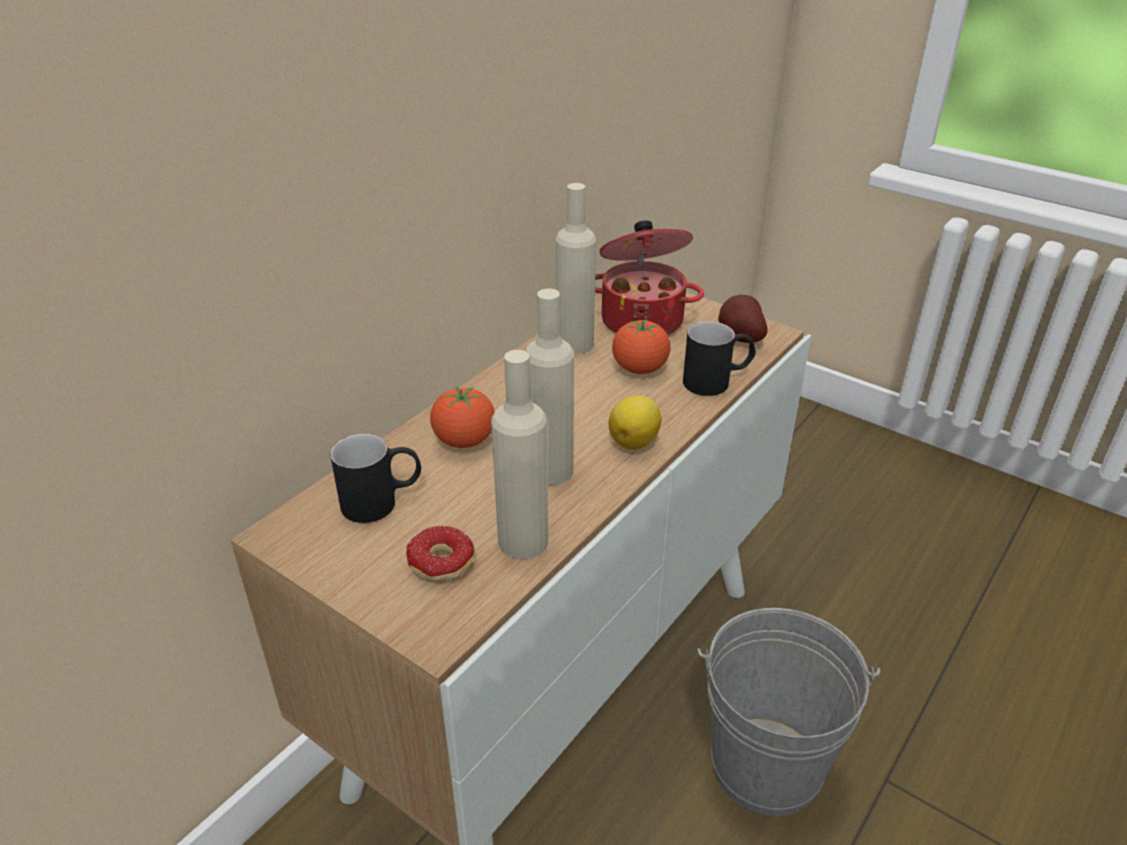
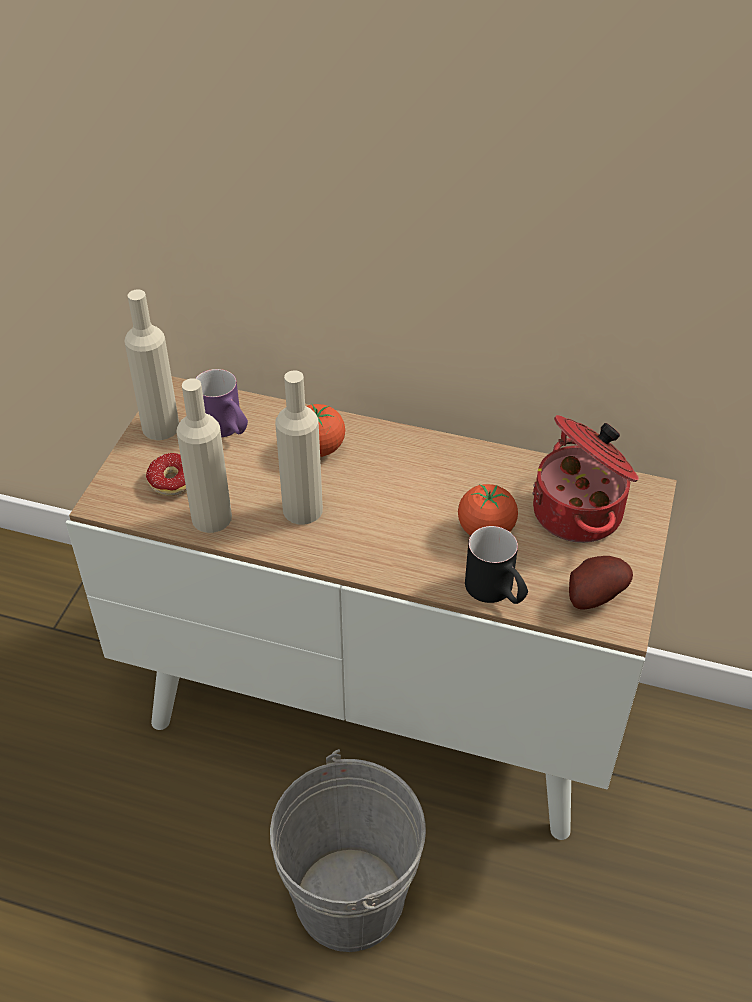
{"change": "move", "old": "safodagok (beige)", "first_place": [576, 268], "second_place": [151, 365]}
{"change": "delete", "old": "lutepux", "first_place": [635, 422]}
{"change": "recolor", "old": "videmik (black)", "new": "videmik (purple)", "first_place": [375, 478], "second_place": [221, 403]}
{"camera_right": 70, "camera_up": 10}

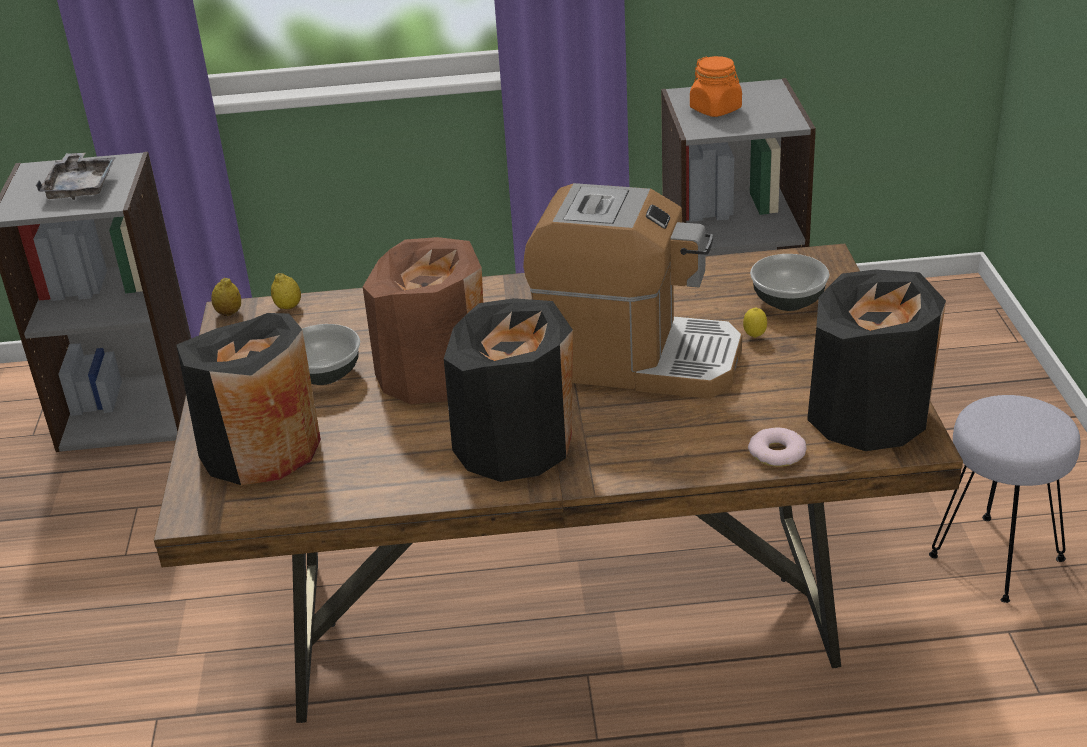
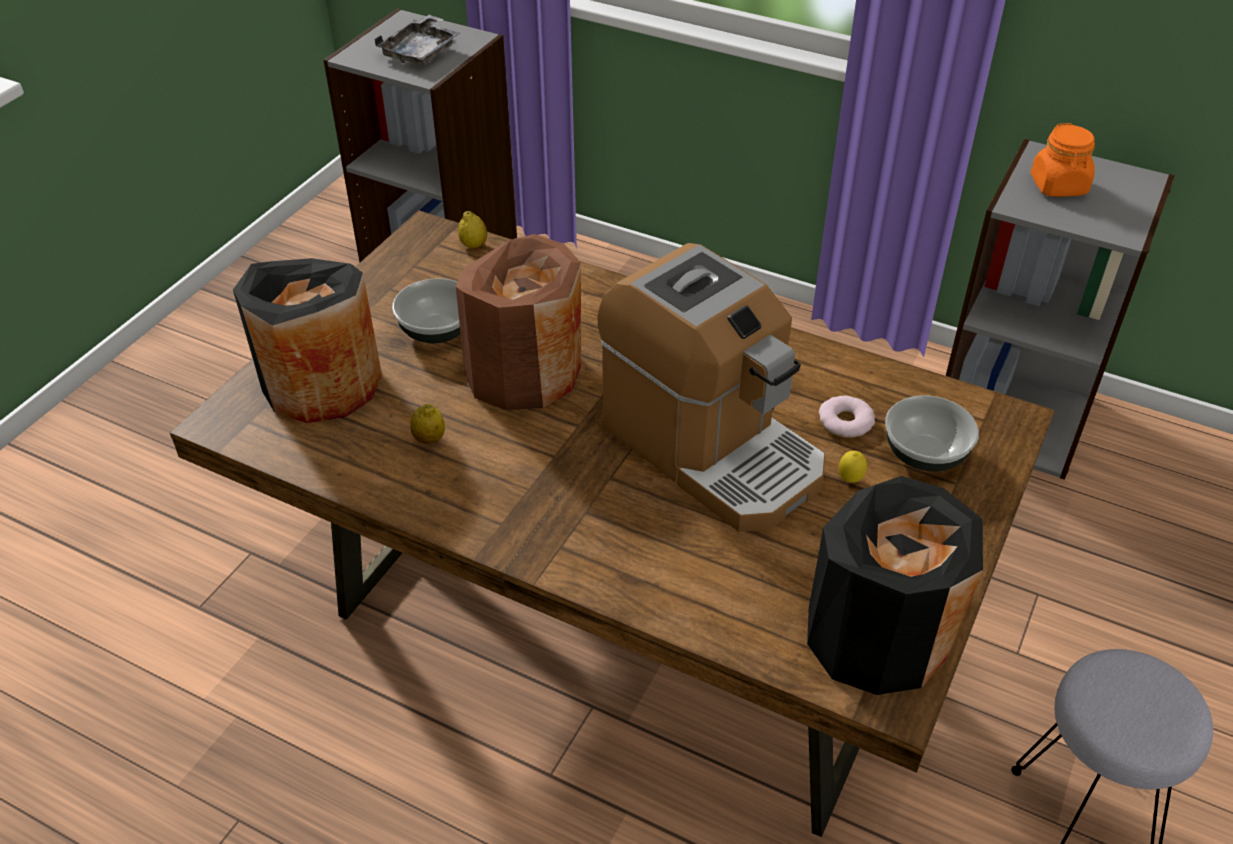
{"change": "move", "old": "lutepux", "first_place": [226, 297], "second_place": [427, 424]}
{"change": "delete", "old": "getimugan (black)", "first_place": [508, 390]}
{"change": "move", "old": "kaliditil", "first_place": [777, 447], "second_place": [847, 417]}
{"camera_right": 30, "camera_up": 10}

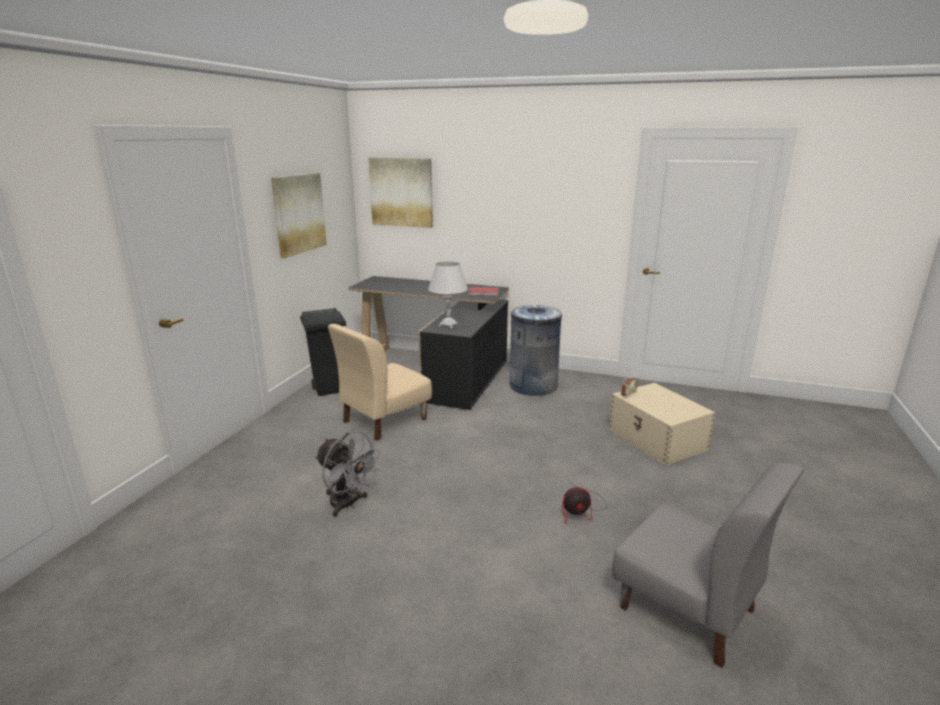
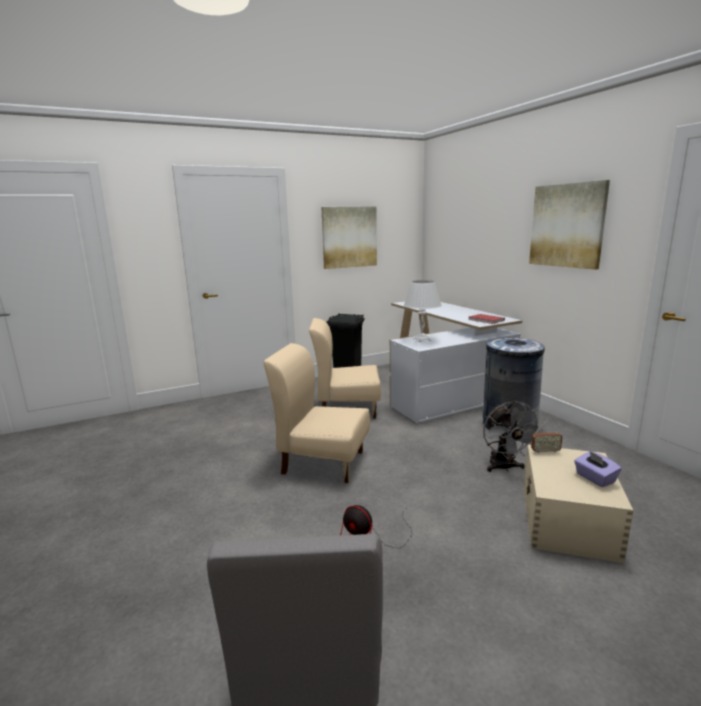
{"change": "move", "old": "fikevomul", "first_place": [400, 192], "second_place": [569, 225]}
{"change": "recolor", "old": "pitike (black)", "new": "pitike (white)", "first_place": [428, 343], "second_place": [456, 362]}
{"change": "move", "old": "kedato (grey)", "first_place": [348, 474], "second_place": [513, 436]}
{"change": "insert", "new": "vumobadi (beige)", "second_place": [317, 413]}
{"change": "insert", "new": "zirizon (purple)", "second_place": [598, 468]}
{"camera_right": 45, "camera_up": -5}

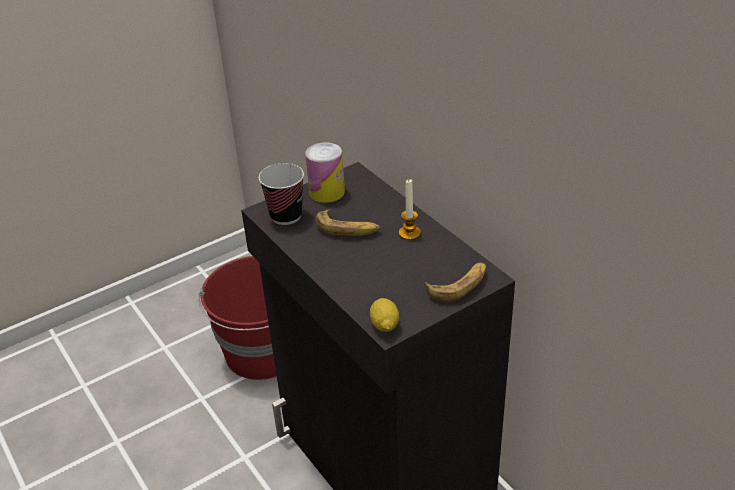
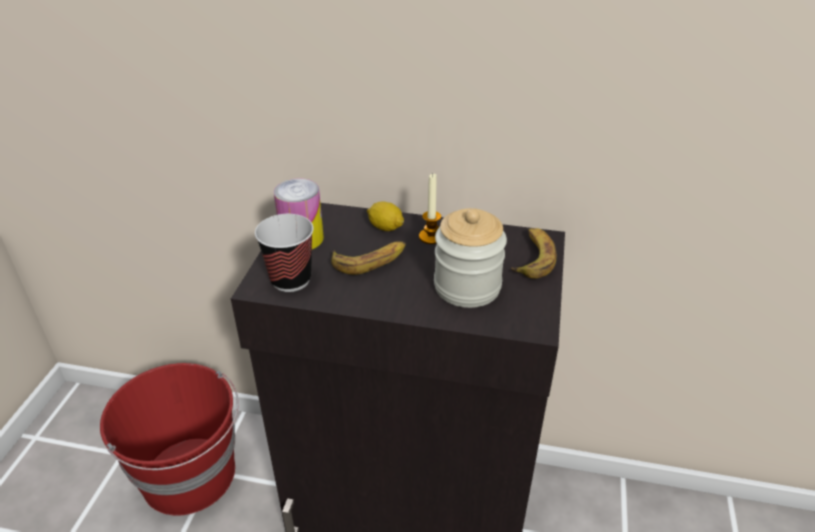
{"change": "move", "old": "lutepux", "first_place": [384, 315], "second_place": [385, 216]}
{"change": "insert", "new": "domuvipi", "second_place": [470, 258]}
{"camera_right": -45, "camera_up": 0}

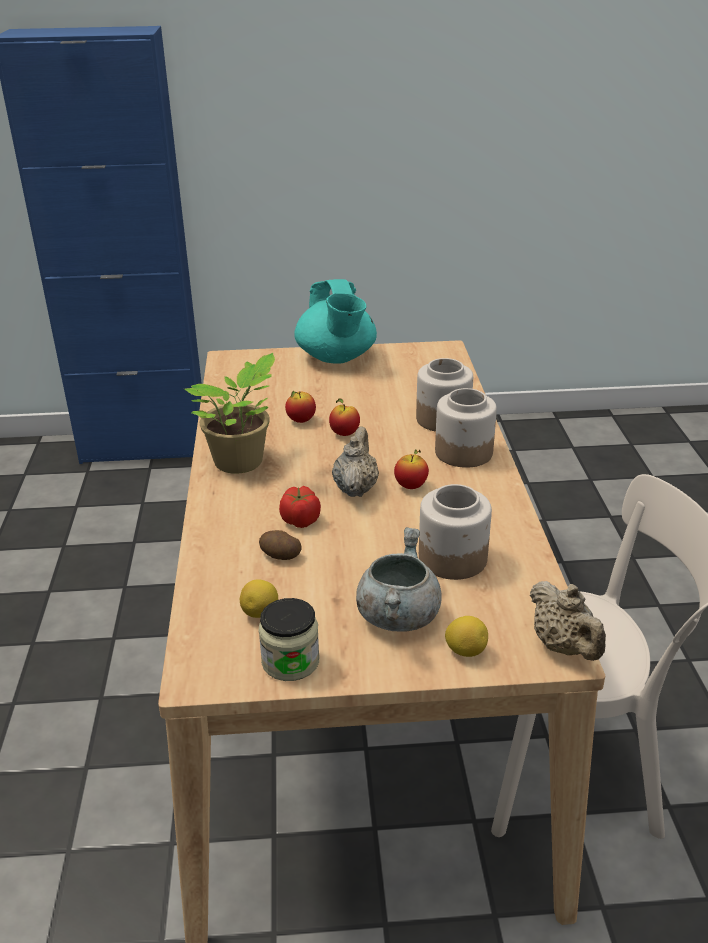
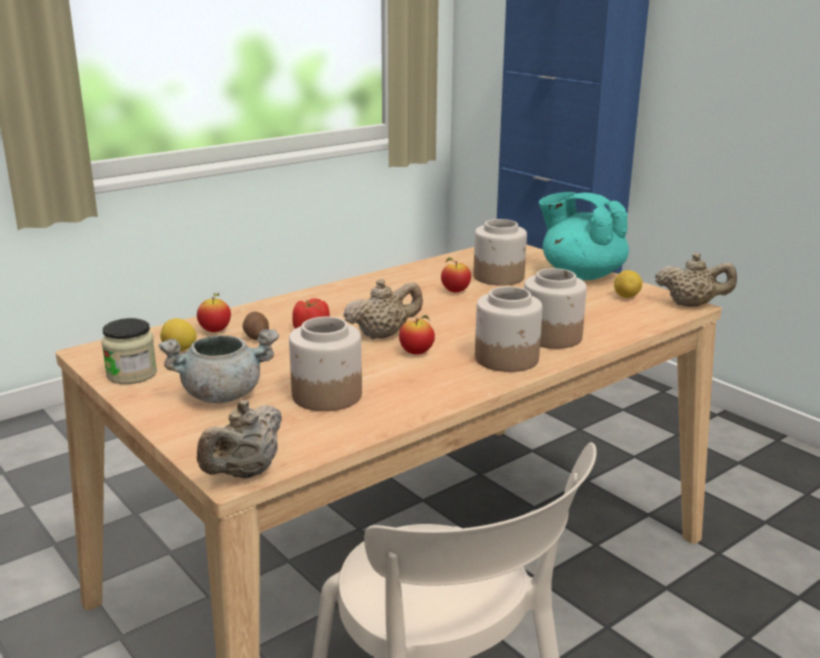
{"change": "rotate", "old": "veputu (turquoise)", "first_place": [335, 321], "second_place": [584, 236], "degrees": 90}
{"change": "delete", "old": "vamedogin", "first_place": [229, 413]}
{"change": "move", "old": "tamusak", "first_place": [344, 417], "second_place": [214, 312]}
{"change": "move", "old": "lutepux", "first_place": [466, 636], "second_place": [628, 284]}
{"change": "insert", "new": "domuvipi", "second_place": [500, 252]}
{"change": "insert", "new": "veputu (beige)", "second_place": [696, 280]}
{"camera_right": 55, "camera_up": -10}

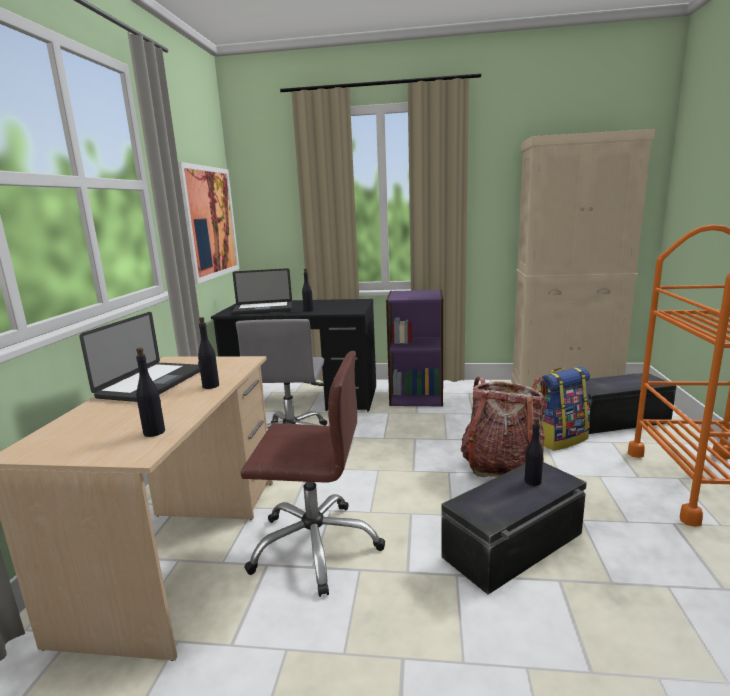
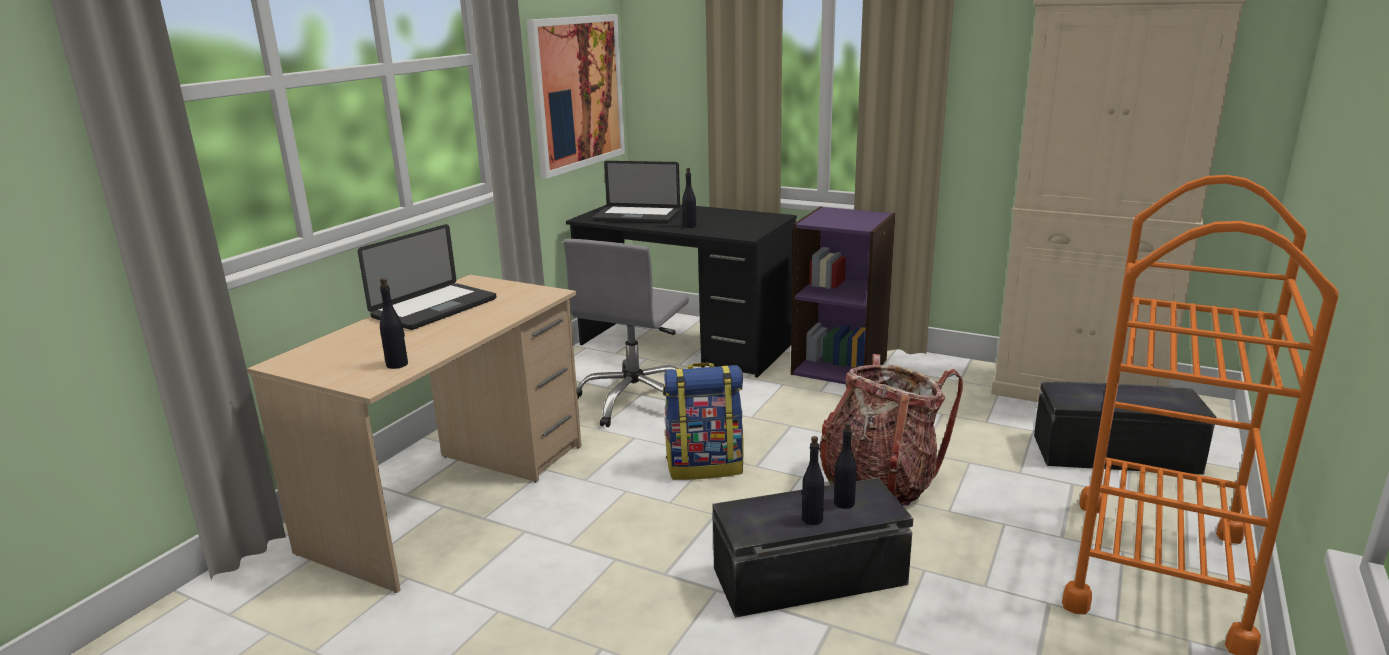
{"change": "move", "old": "safodagok (black)", "first_place": [208, 353], "second_place": [813, 480]}
{"change": "delete", "old": "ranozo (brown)", "first_place": [313, 474]}
{"change": "move", "old": "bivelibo", "first_place": [563, 409], "second_place": [703, 421]}
{"camera_right": 20, "camera_up": 5}

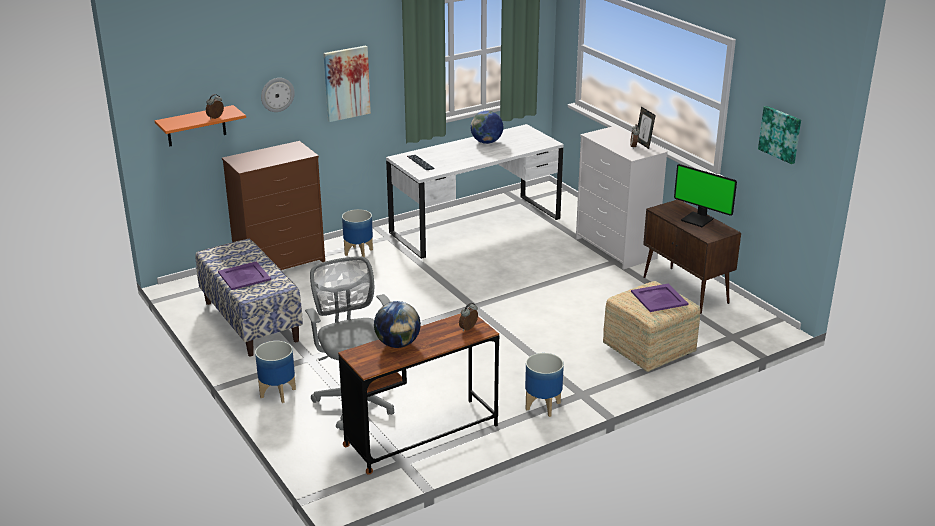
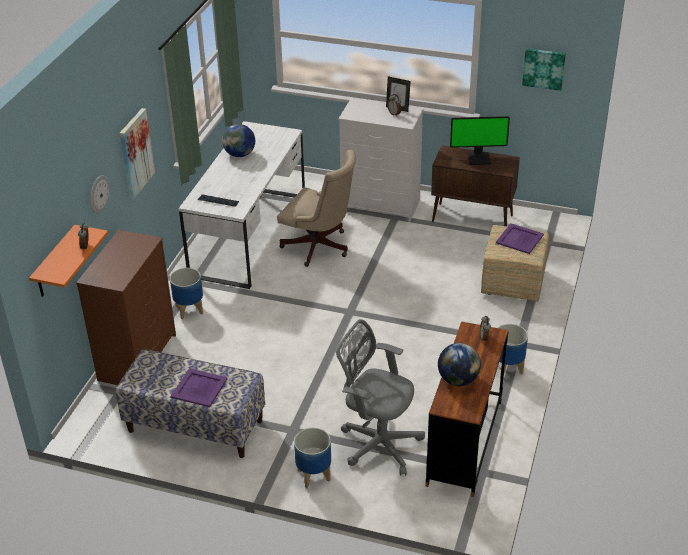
{"change": "insert", "new": "ranozo (beige)", "second_place": [316, 208]}
{"camera_right": -40, "camera_up": 10}

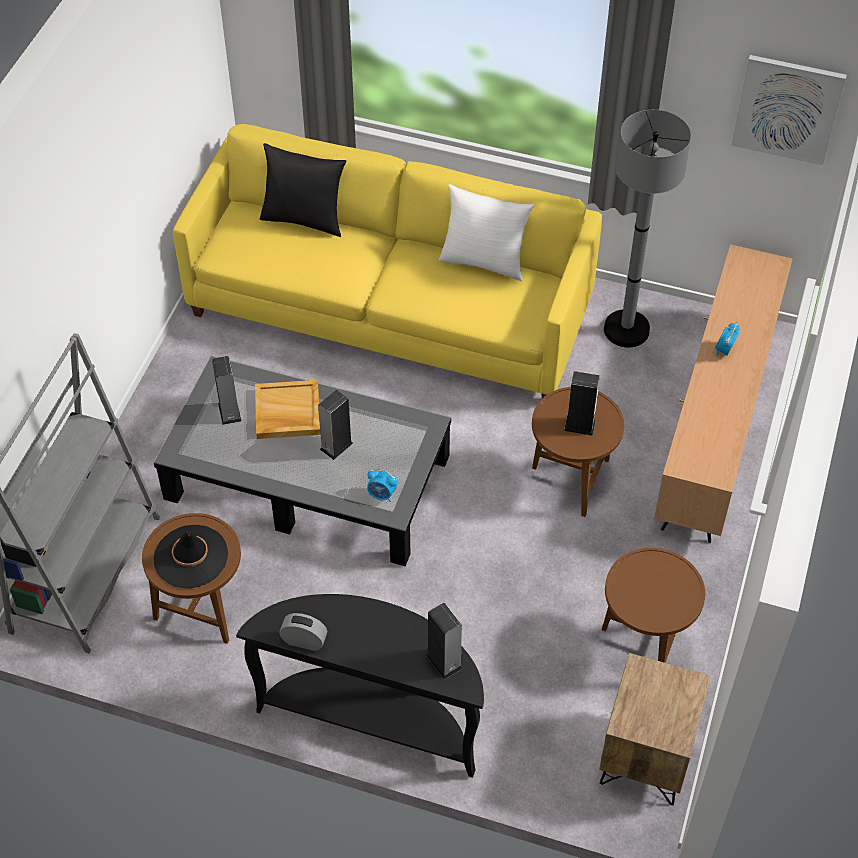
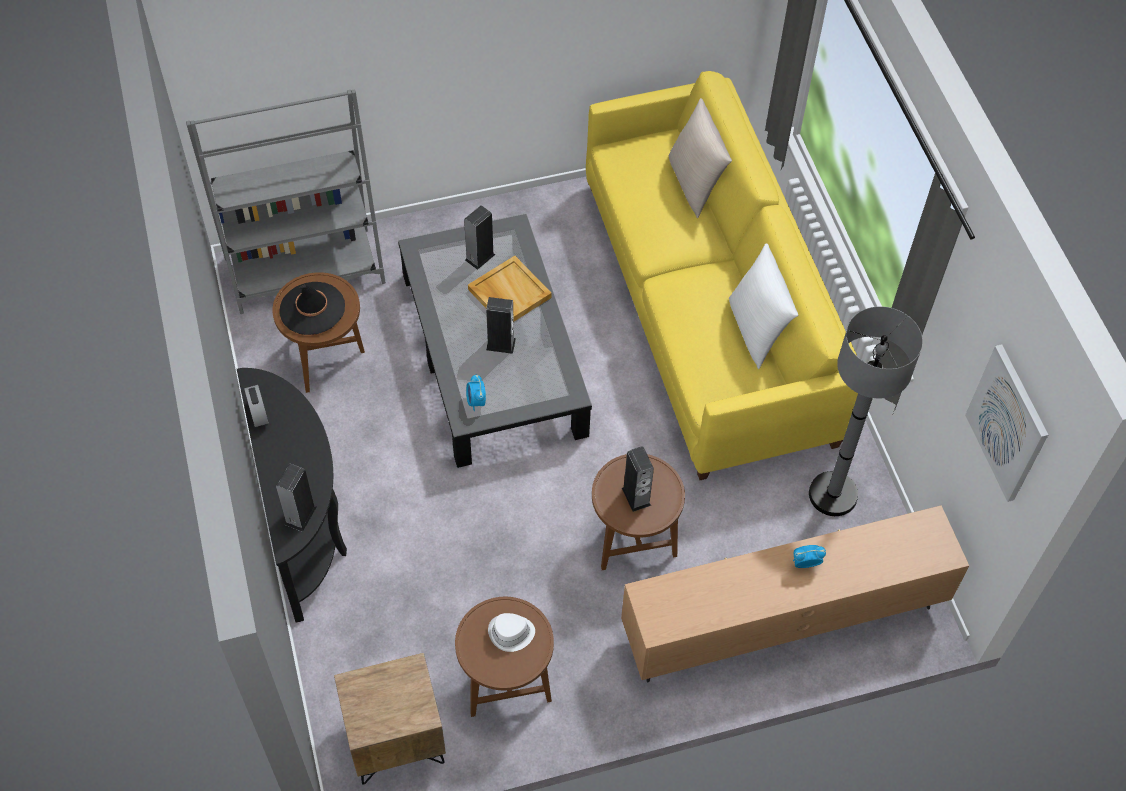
{"change": "recolor", "old": "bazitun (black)", "new": "bazitun (beige)", "first_place": [303, 190], "second_place": [700, 158]}
{"change": "insert", "new": "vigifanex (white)", "second_place": [511, 632]}
{"camera_right": 55, "camera_up": 5}

